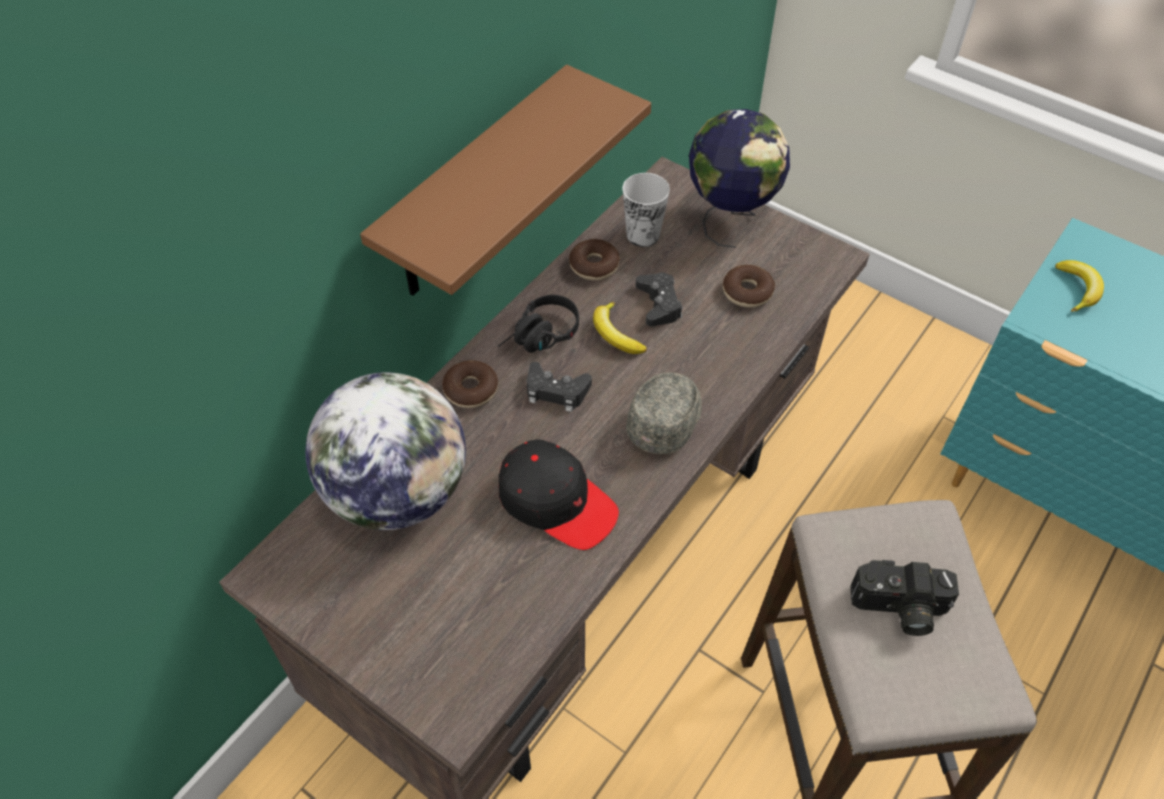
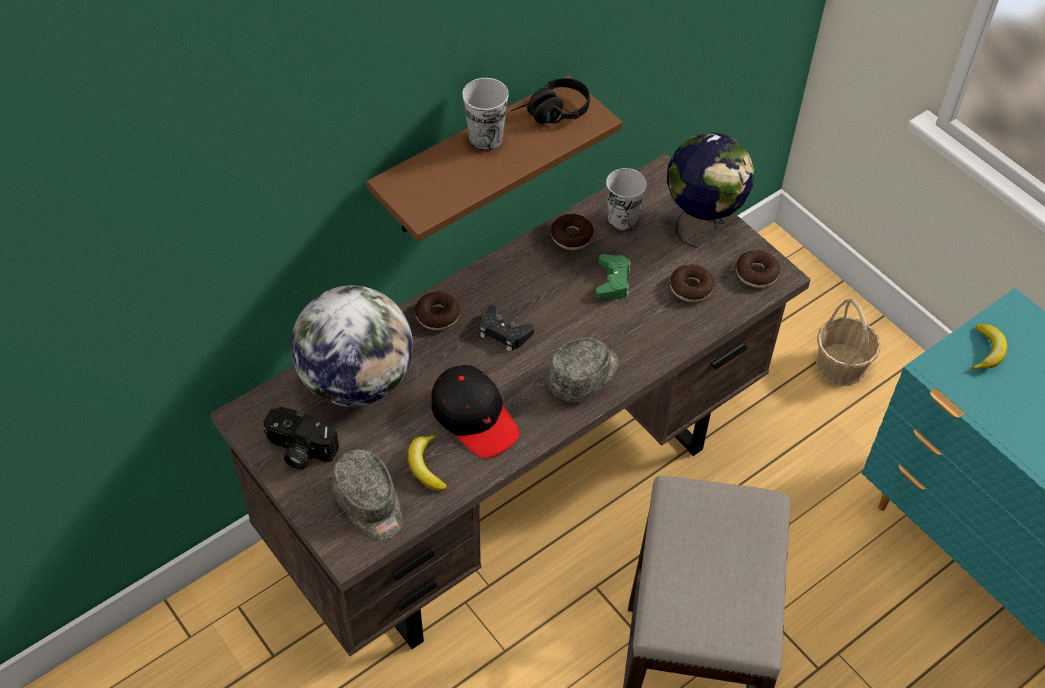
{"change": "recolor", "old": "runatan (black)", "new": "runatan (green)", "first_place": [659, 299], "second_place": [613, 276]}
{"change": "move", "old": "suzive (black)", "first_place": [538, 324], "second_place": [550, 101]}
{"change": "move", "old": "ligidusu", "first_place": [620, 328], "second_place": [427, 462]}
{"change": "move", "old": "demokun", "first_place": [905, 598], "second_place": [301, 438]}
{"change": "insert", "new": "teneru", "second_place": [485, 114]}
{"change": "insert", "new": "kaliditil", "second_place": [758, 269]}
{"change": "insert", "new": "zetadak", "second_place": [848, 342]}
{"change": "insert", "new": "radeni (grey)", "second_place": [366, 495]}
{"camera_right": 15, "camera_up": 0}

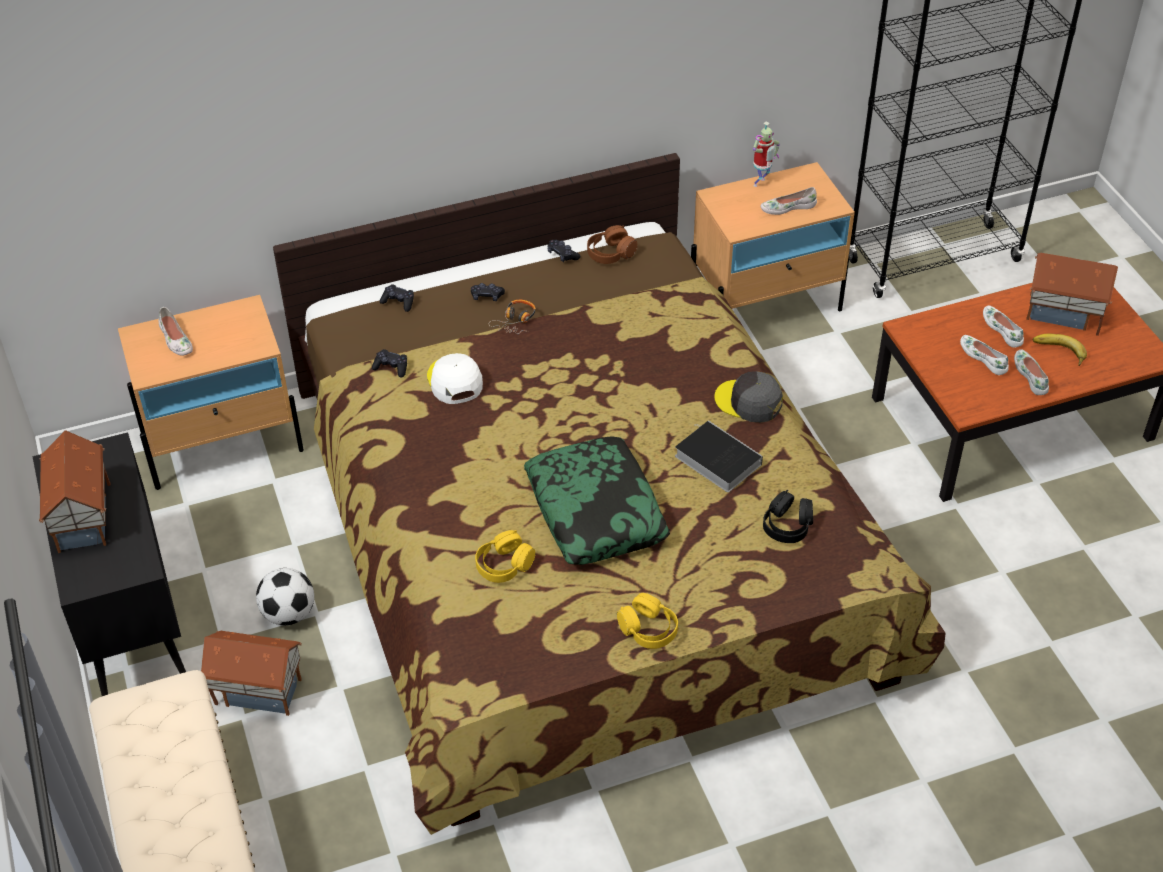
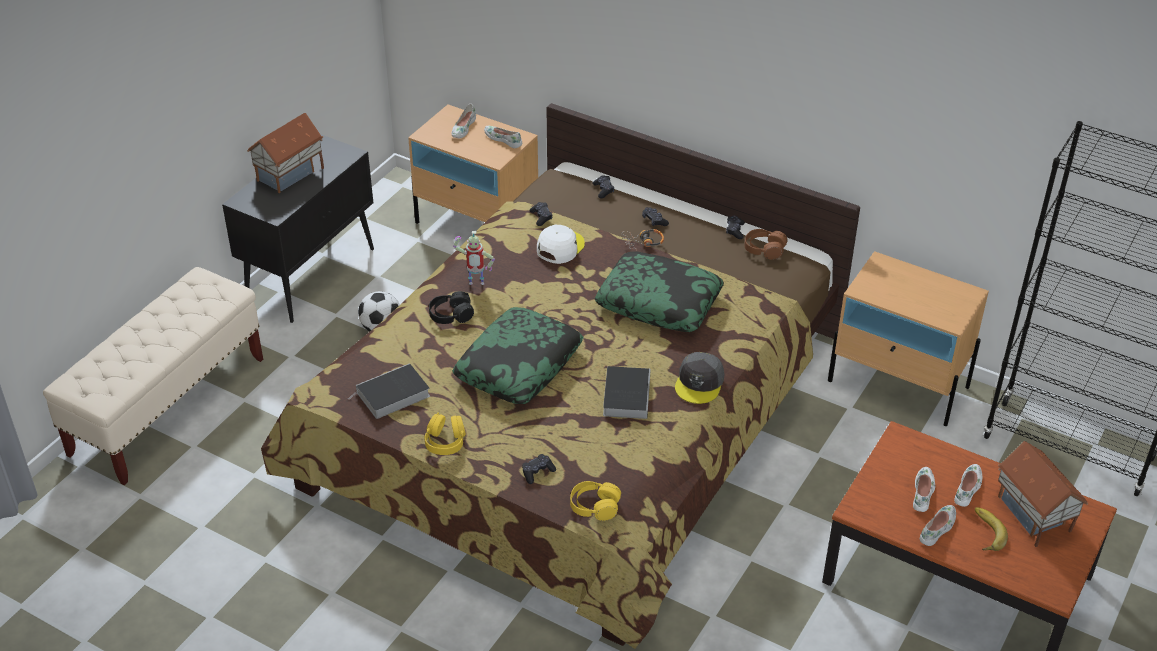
{"change": "move", "old": "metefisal", "first_place": [766, 154], "second_place": [474, 258]}
{"change": "move", "old": "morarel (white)", "first_place": [789, 201], "second_place": [503, 137]}
{"change": "rotate", "old": "radeni (grey)", "first_place": [748, 397], "second_place": [700, 378], "degrees": -150}
{"change": "move", "old": "suzive (black)", "first_place": [788, 516], "second_place": [451, 307]}
{"change": "move", "old": "suzive (yellow)", "first_place": [505, 556], "second_place": [595, 501]}
{"change": "delete", "old": "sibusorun", "first_place": [251, 673]}
{"change": "insert", "new": "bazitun", "second_place": [659, 291]}
{"change": "insert", "new": "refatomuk", "second_place": [389, 391]}
{"change": "insert", "new": "runatan (black)", "second_place": [539, 469]}
{"camera_right": 50, "camera_up": -5}

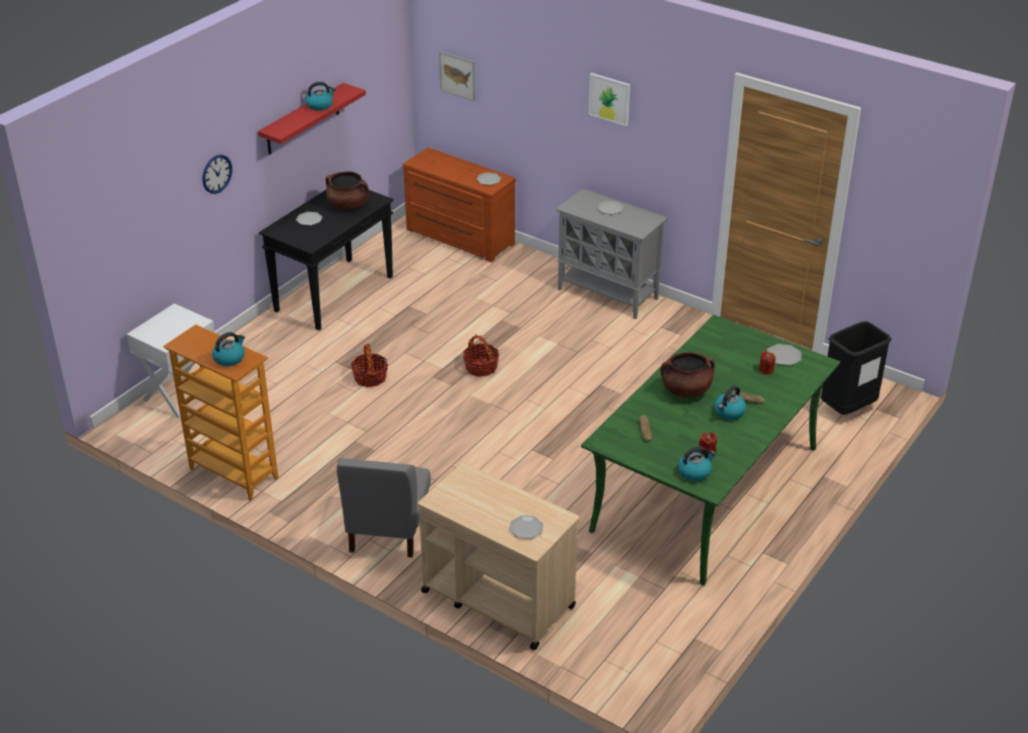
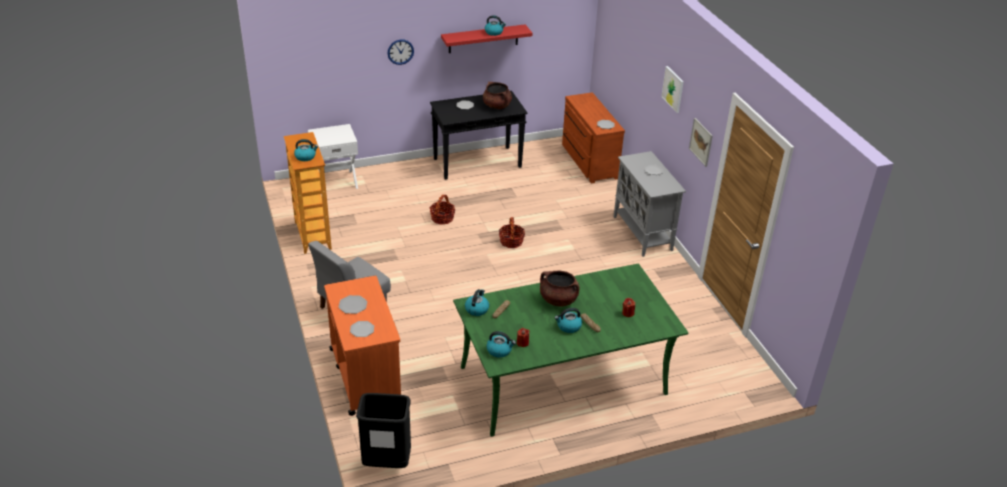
{"change": "move", "old": "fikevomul", "first_place": [457, 76], "second_place": [701, 142]}
{"change": "move", "old": "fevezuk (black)", "first_place": [856, 368], "second_place": [383, 430]}
{"change": "move", "old": "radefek", "first_place": [784, 354], "second_place": [353, 304]}
{"change": "recolor", "old": "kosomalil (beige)", "new": "kosomalil (orange)", "first_place": [499, 556], "second_place": [362, 345]}
{"change": "insert", "new": "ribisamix", "second_place": [477, 302]}
{"camera_right": 35, "camera_up": 0}

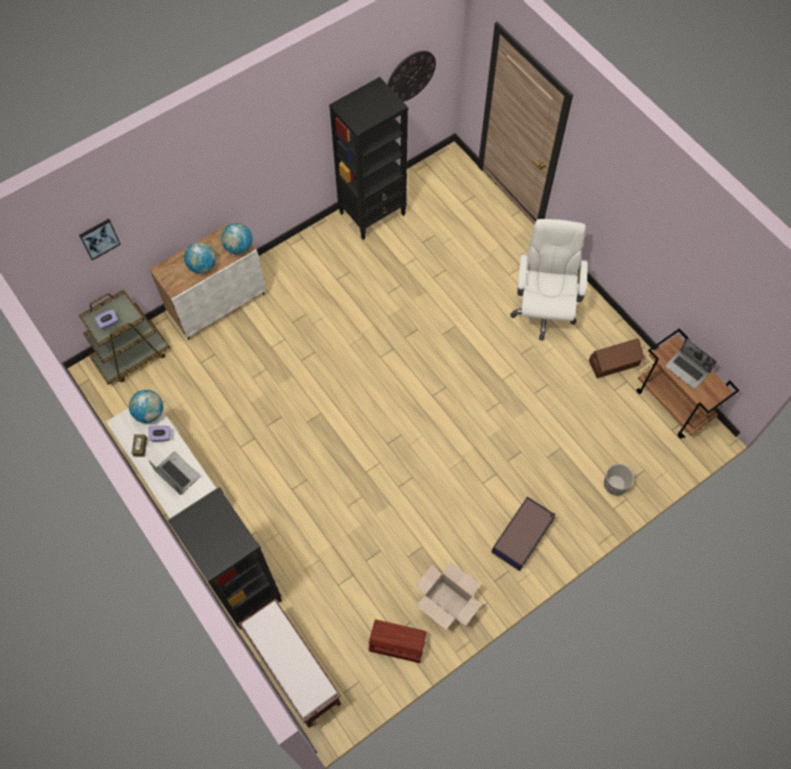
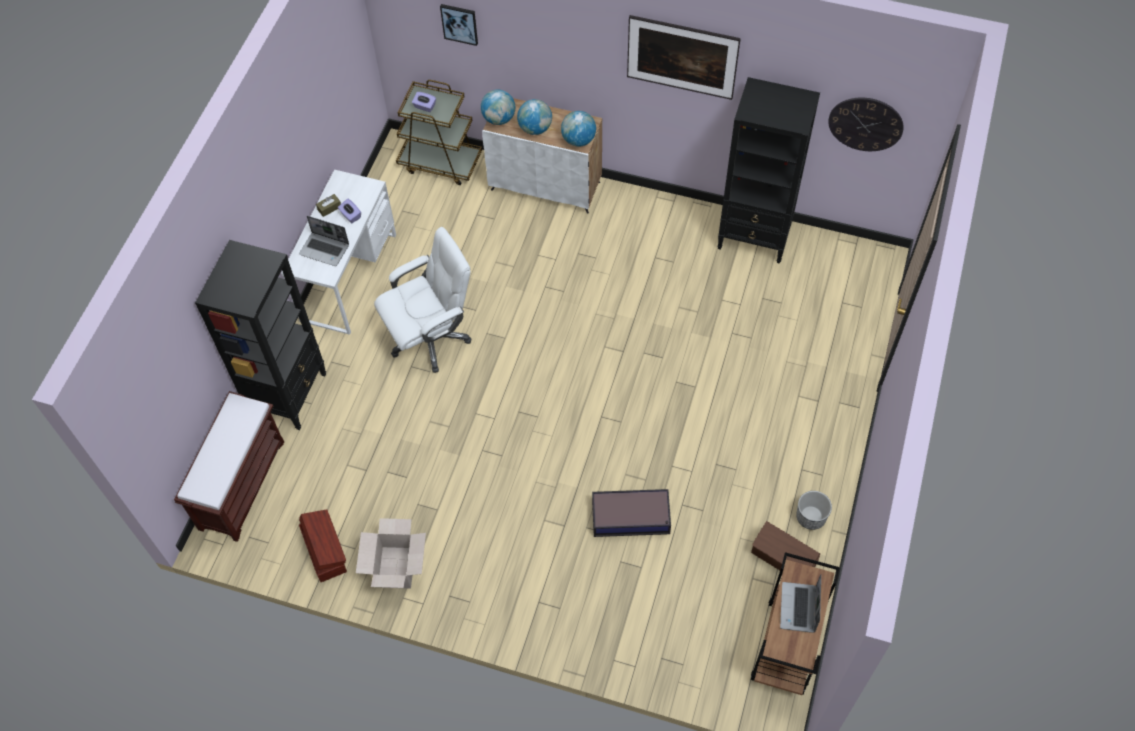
{"change": "move", "old": "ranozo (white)", "first_place": [549, 279], "second_place": [422, 300]}
{"change": "move", "old": "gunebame", "first_place": [146, 406], "second_place": [498, 107]}
{"change": "rotate", "old": "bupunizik", "first_place": [174, 473], "second_place": [324, 241], "degrees": 105}
{"change": "move", "old": "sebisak", "first_place": [619, 479], "second_place": [814, 510]}
{"change": "move", "old": "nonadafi", "first_place": [523, 534], "second_place": [631, 513]}
{"change": "insert", "new": "fikevomul", "second_place": [684, 57]}
{"camera_right": 55, "camera_up": -5}

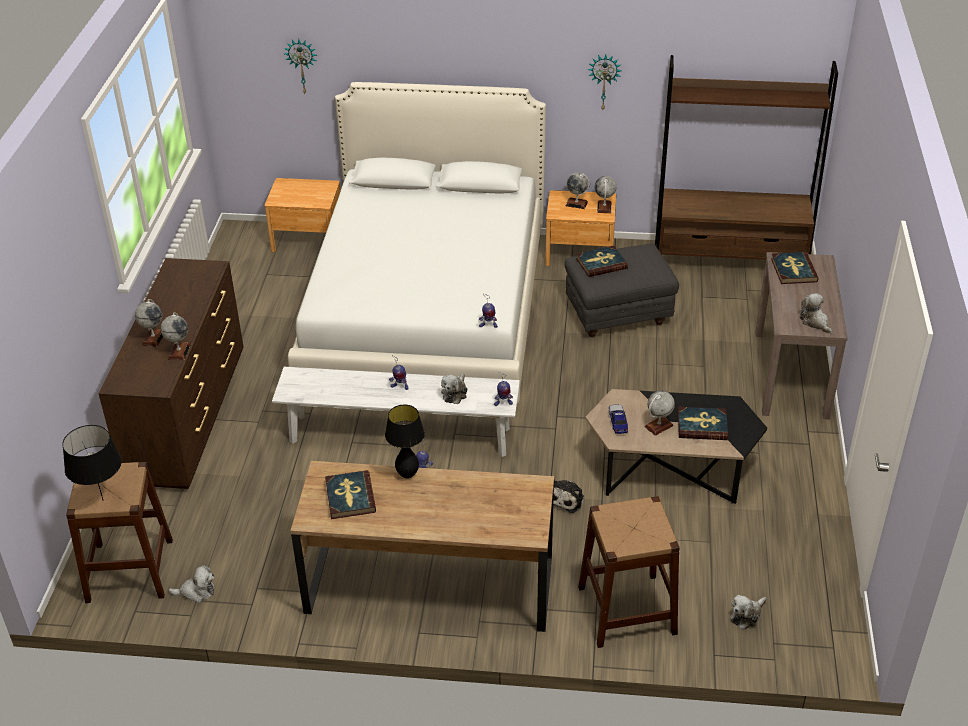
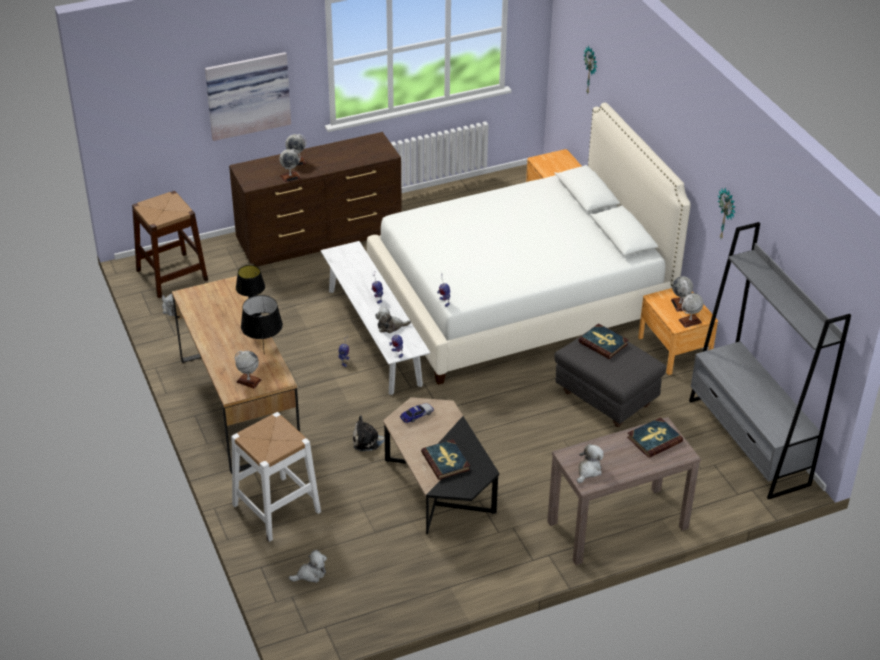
{"change": "recolor", "old": "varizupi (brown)", "new": "varizupi (grey)", "first_place": [746, 157], "second_place": [770, 361]}
{"change": "move", "old": "gunebame", "first_place": [659, 413], "second_place": [248, 370]}
{"change": "move", "old": "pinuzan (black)", "first_place": [92, 463], "second_place": [262, 322]}
{"change": "delete", "old": "refatomuk", "first_place": [350, 494]}
{"change": "recolor", "old": "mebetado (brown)", "new": "mebetado (white)", "first_place": [629, 572], "second_place": [276, 477]}
{"change": "rotate", "old": "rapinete", "first_place": [749, 612], "second_place": [308, 566], "degrees": 135}
{"change": "insert", "new": "fikevomul", "second_place": [248, 96]}
{"camera_right": 60, "camera_up": 0}

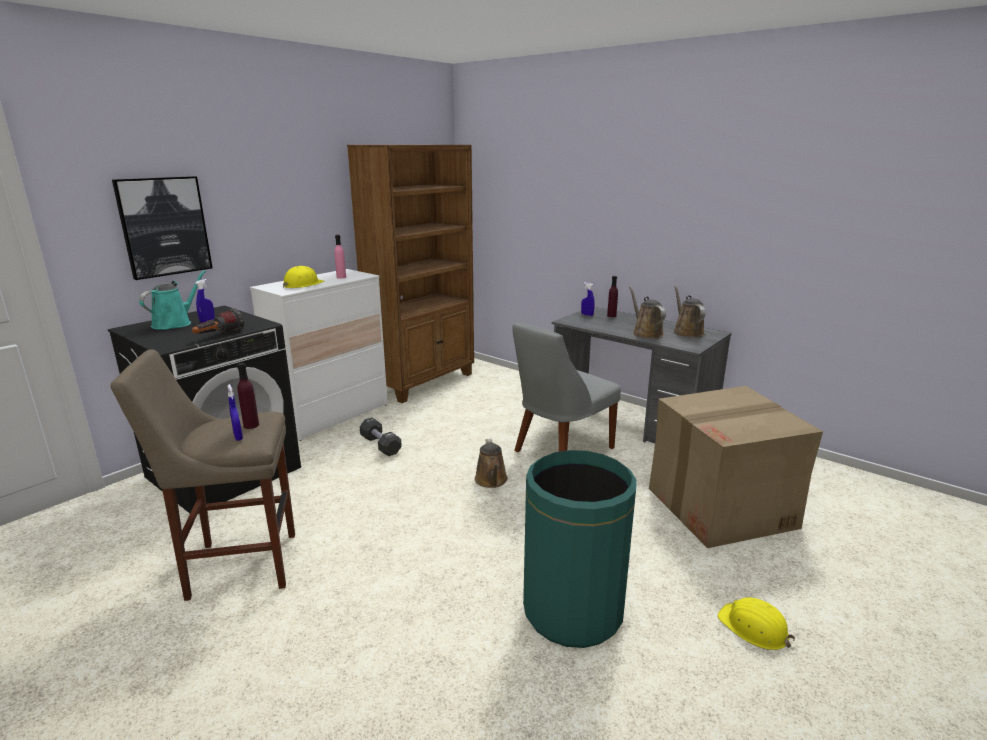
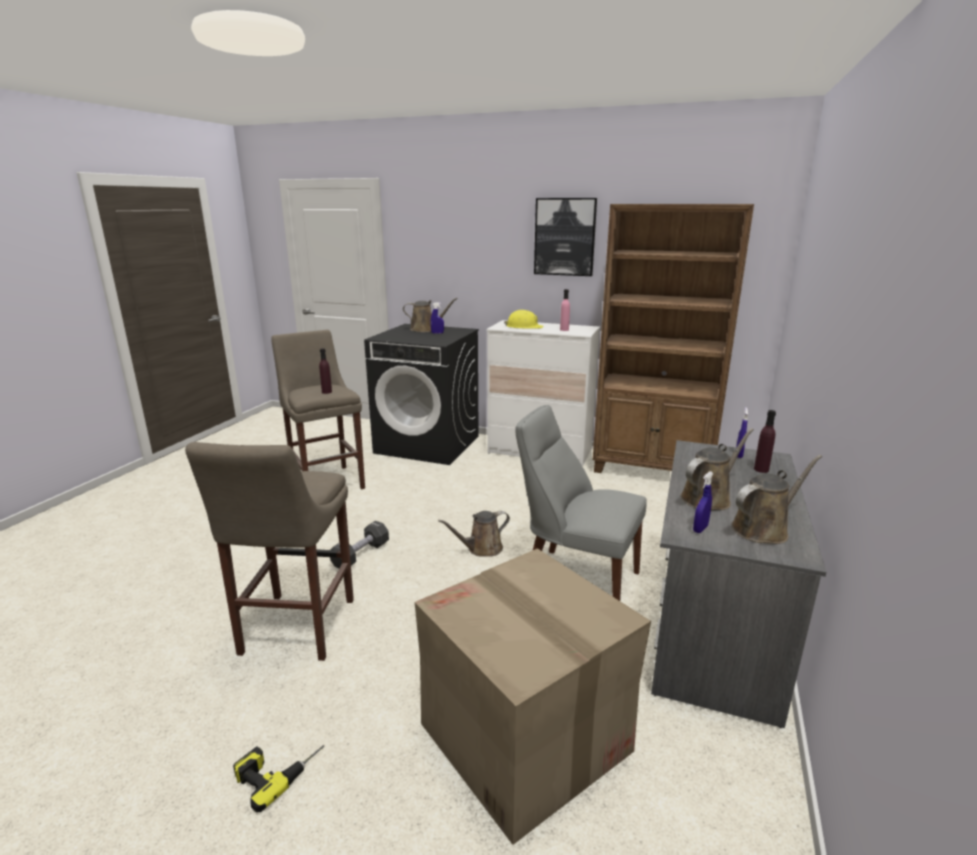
{"change": "move", "old": "fikevomul", "first_place": [162, 228], "second_place": [565, 237]}
{"change": "recolor", "old": "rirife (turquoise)", "new": "rirife (brown)", "first_place": [172, 300], "second_place": [430, 315]}
{"change": "delete", "old": "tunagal", "first_place": [218, 321]}
{"change": "move", "old": "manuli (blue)", "first_place": [235, 412], "second_place": [703, 502]}
{"change": "move", "old": "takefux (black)", "first_place": [381, 437], "second_place": [359, 544]}
{"change": "replace", "old": "fevezuk (green)", "new": "mebetado (beige)", "first_place": [580, 549], "second_place": [269, 551]}
{"change": "replace", "old": "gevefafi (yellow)", "new": "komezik", "first_place": [756, 623], "second_place": [278, 779]}
{"camera_right": 70, "camera_up": 0}

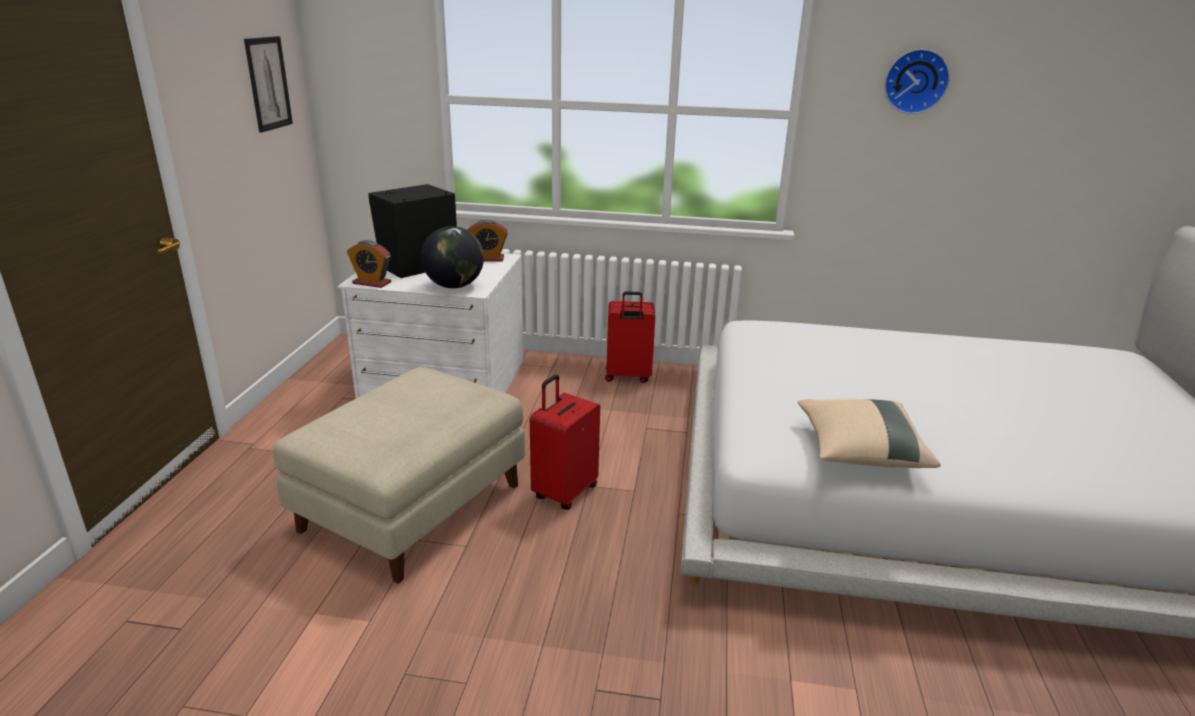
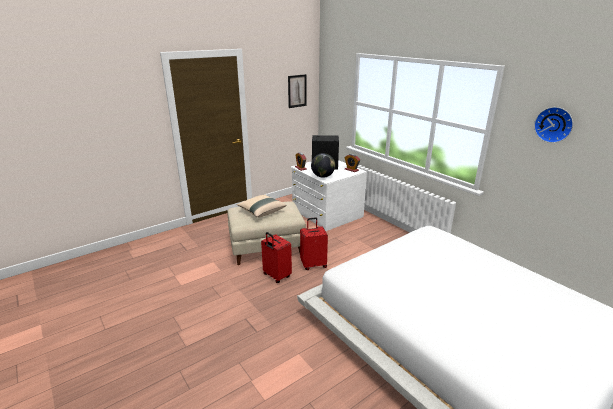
{"change": "move", "old": "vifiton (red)", "first_place": [630, 337], "second_place": [276, 257]}
{"change": "move", "old": "bazitun (beige)", "first_place": [869, 433], "second_place": [262, 206]}
{"camera_right": 45, "camera_up": 0}

